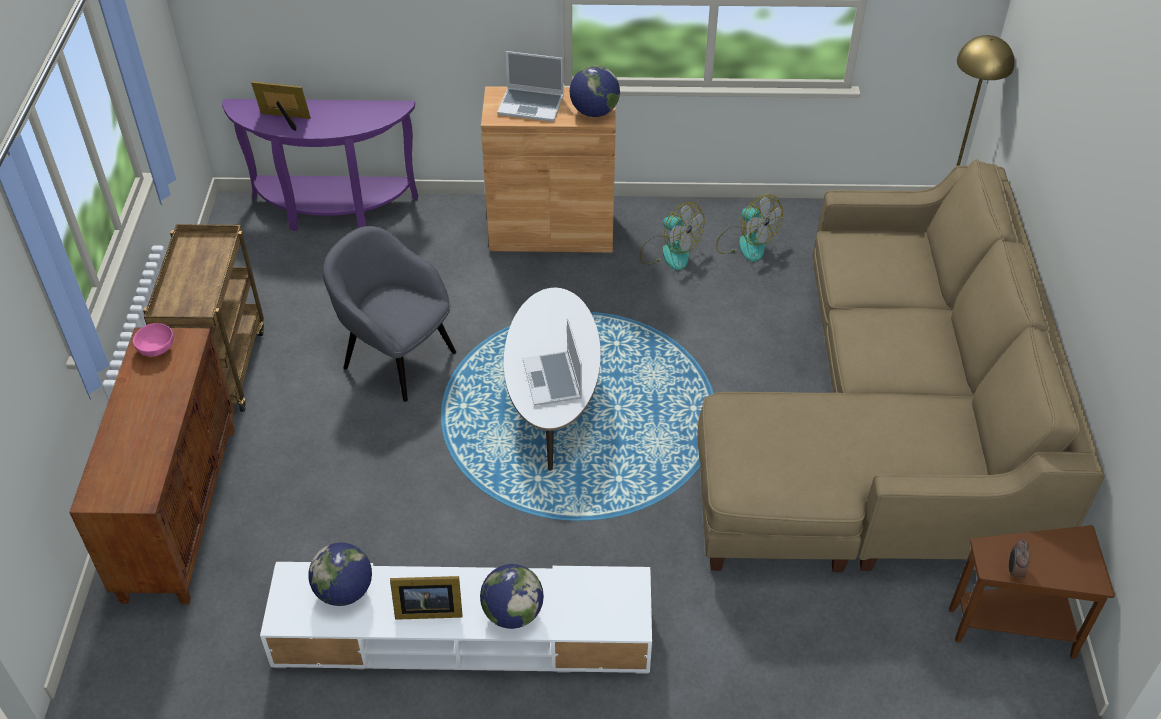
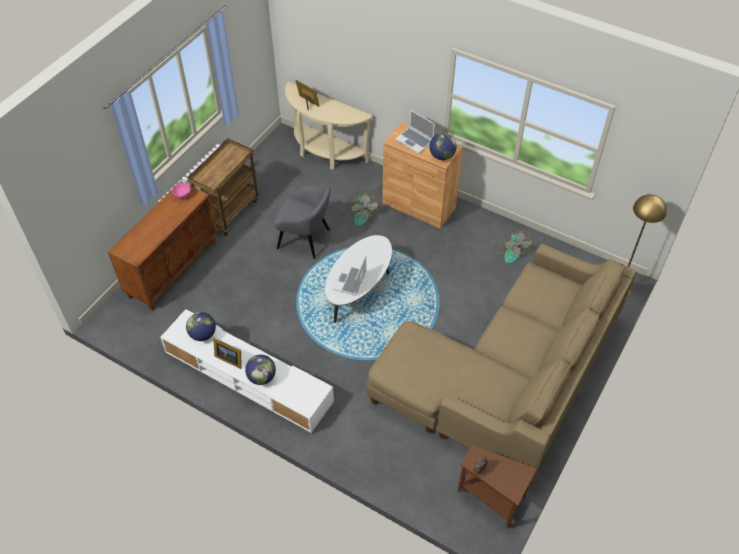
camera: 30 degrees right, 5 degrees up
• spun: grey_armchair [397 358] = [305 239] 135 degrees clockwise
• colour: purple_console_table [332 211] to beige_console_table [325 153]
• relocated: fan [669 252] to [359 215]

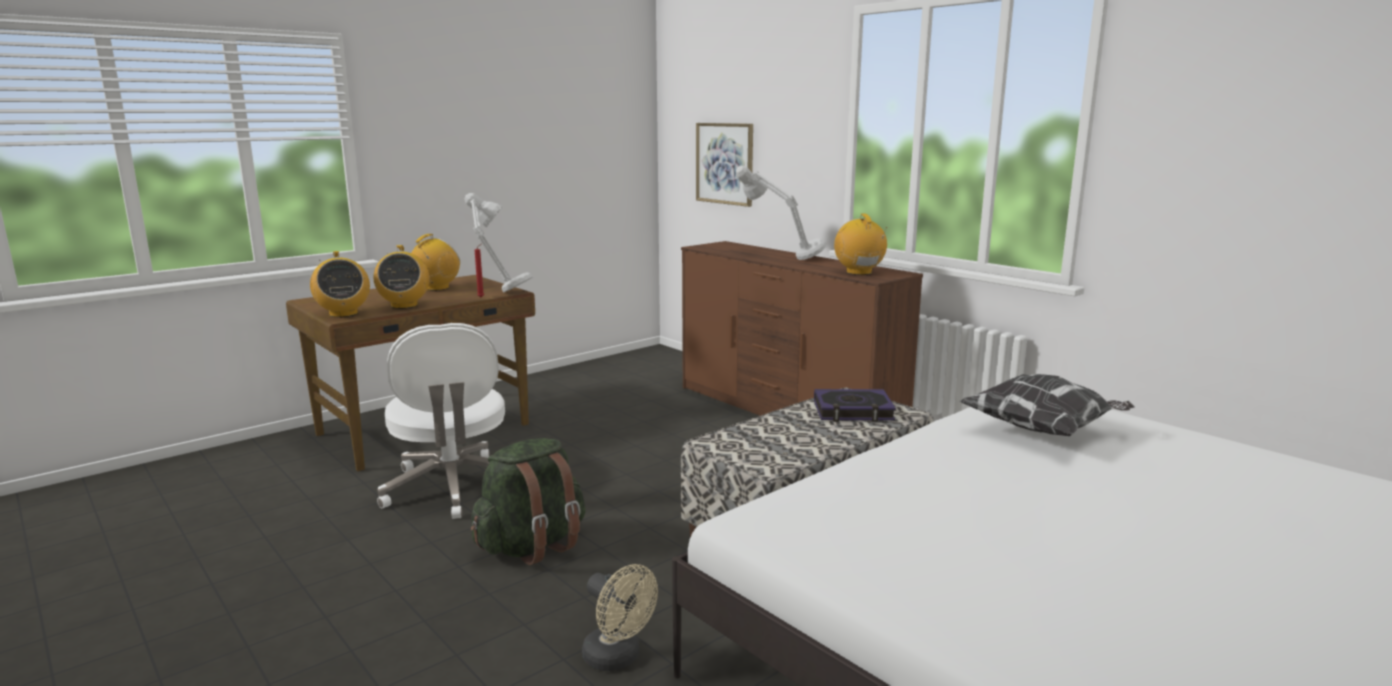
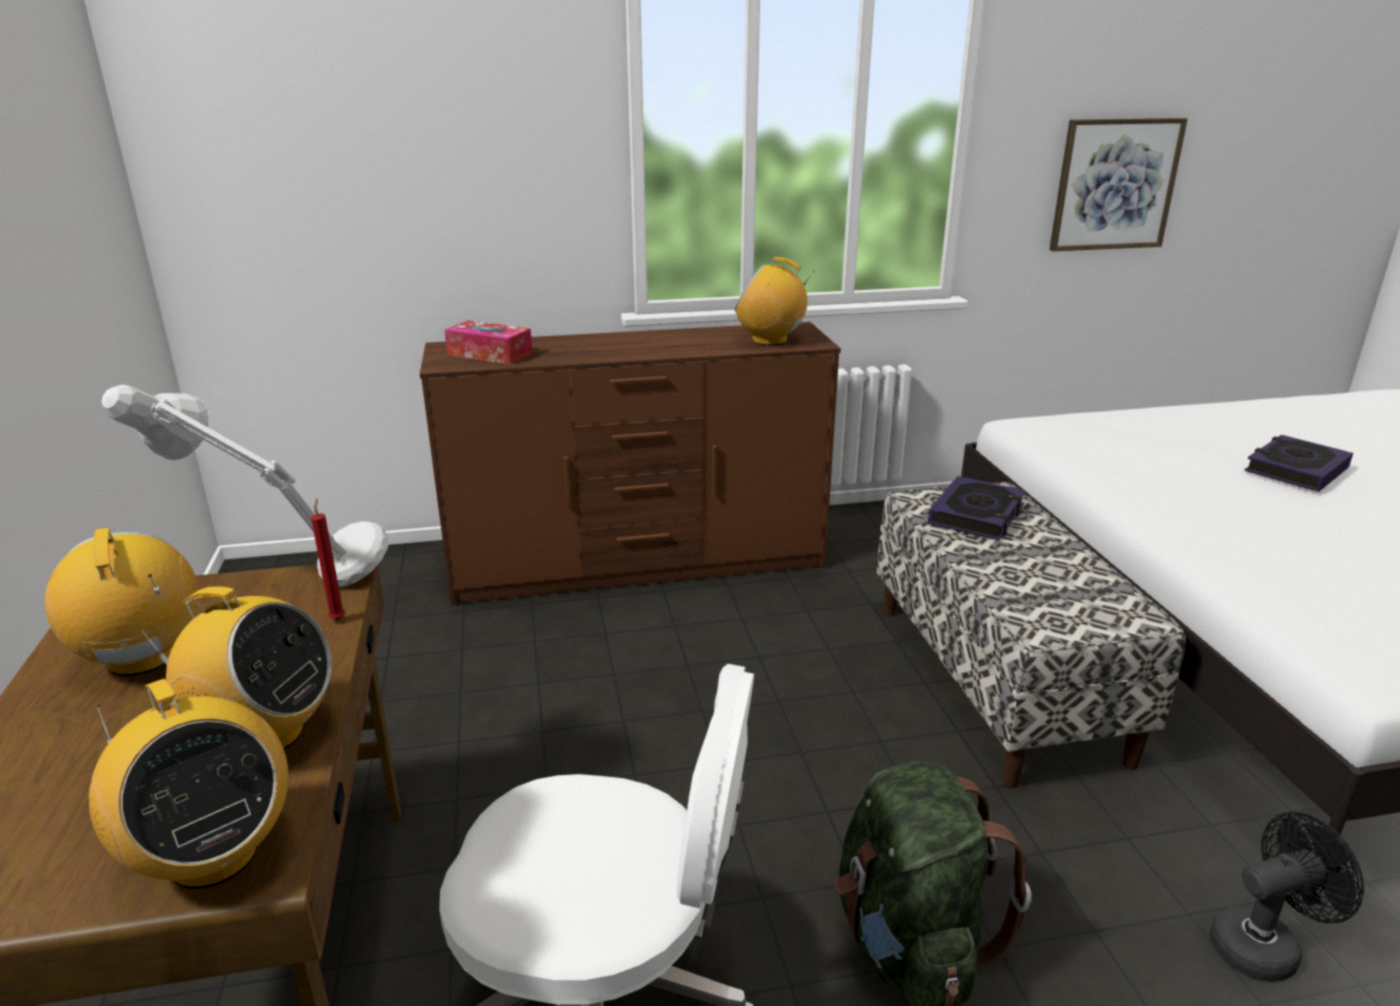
camera: 60 degrees left, 10 degrees up
• spun: radio [343 314] = [212 856] 45 degrees clockwise
• appeared: tissue_box [490 354]
• relocated: picture [725 163] to [1115 185]
• colour: beige_fan [618 658] to black_fan [1263 945]
• appeared: book [1295 470]
• missing: grey_table_lamp [780 258]
• missing: pillow [1043 430]

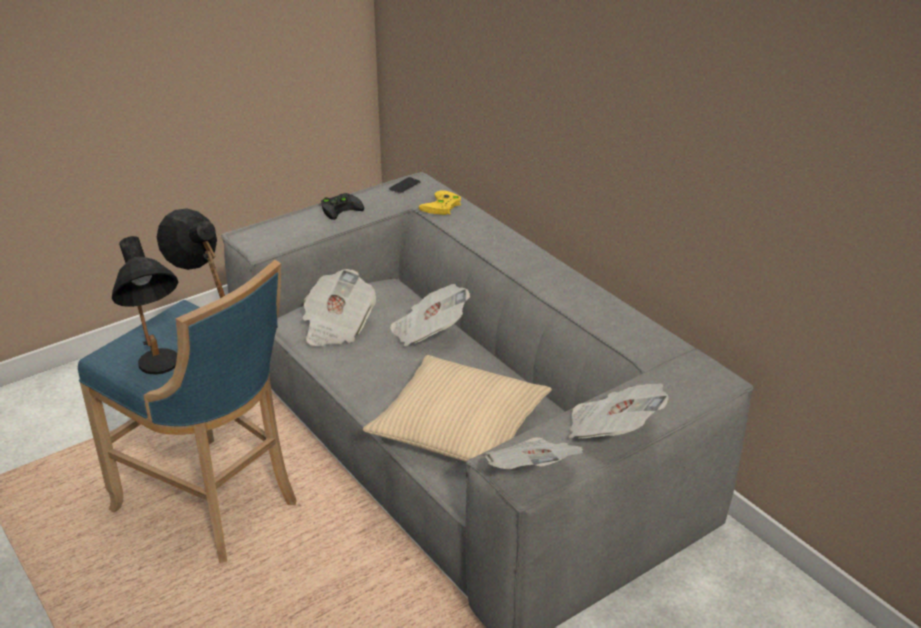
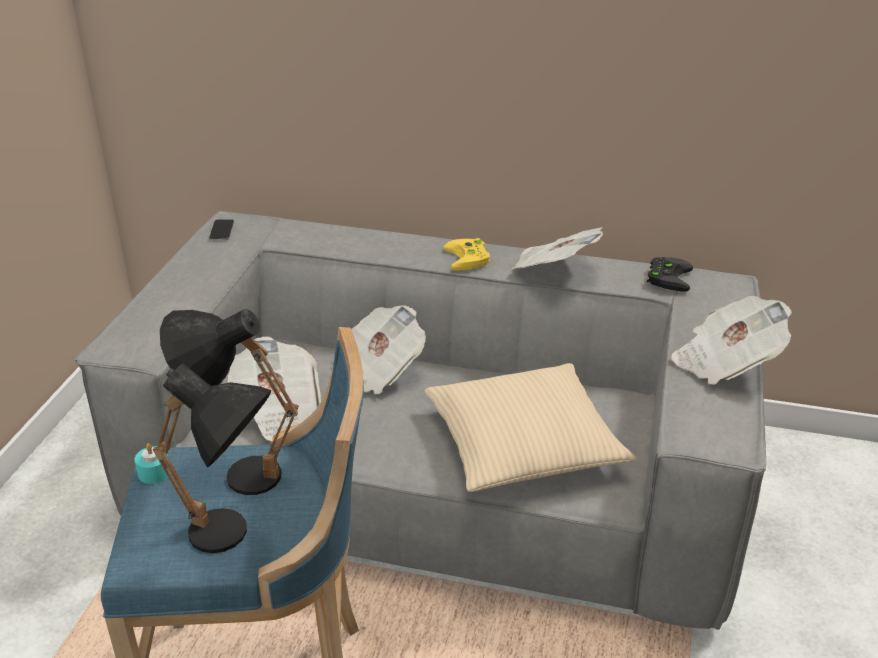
camera: 40 degrees left, 0 degrees up
• appeared: turquoise_candle [154 472]
• relocated: yellow_game_controller [442 207] to [469 258]
• relocated: newspaper [532 473] to [554 269]
• relocated: black_game_controller [341 208] to [667 276]

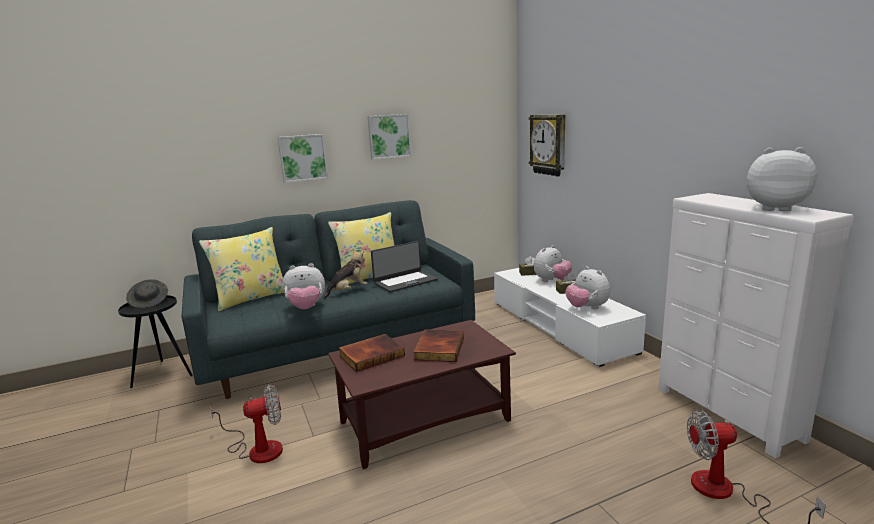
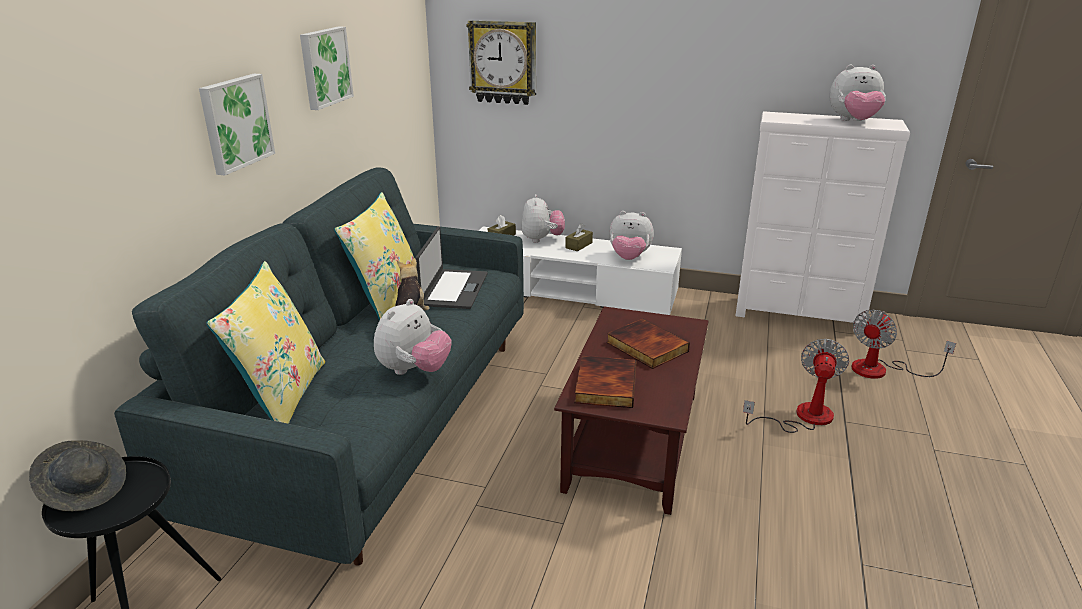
camera: 50 degrees left, 10 degrees up
• relocated: fan [257 449] to [802 417]
• spun: plush_toy [774 208] = [853 121] 150 degrees counterclockwise

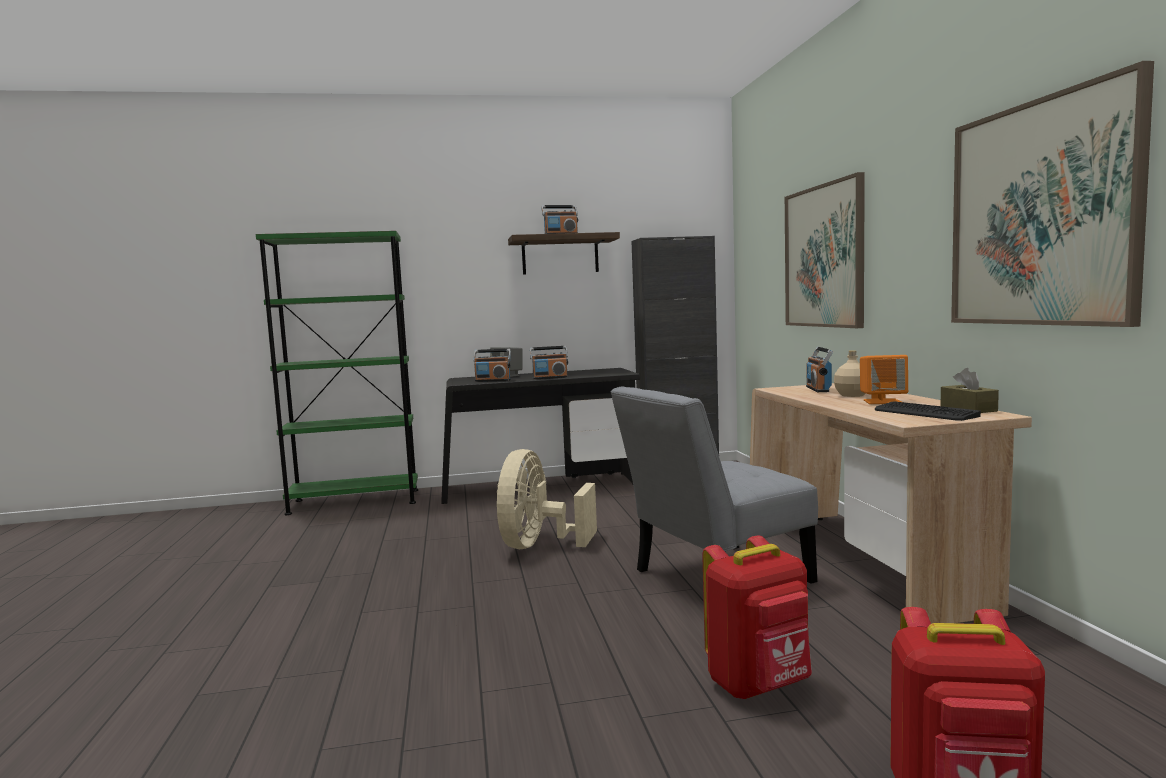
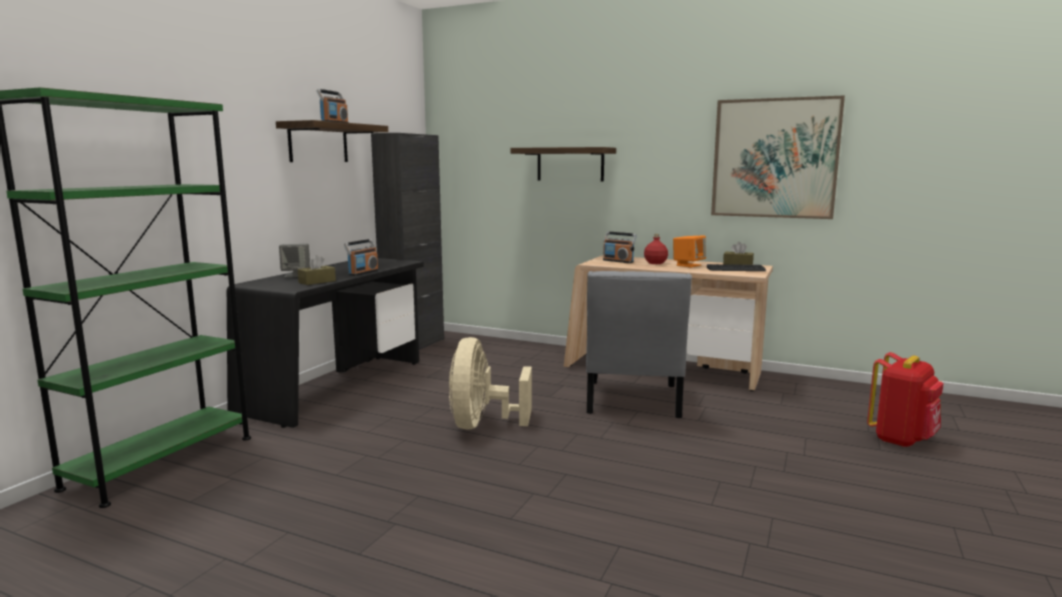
camera: 55 degrees left, 5 degrees up
• exchanged: radio [493 381] to brown_tissue_box [317 282]
• spun: beige_fan [538 545] = [482 424] 45 degrees clockwise
• exchanged: picture [824 256] to shelf [570 164]
• colour: beige_bottle [852 395] to red_bottle [655 263]
• missing: red_backpack [759 685]

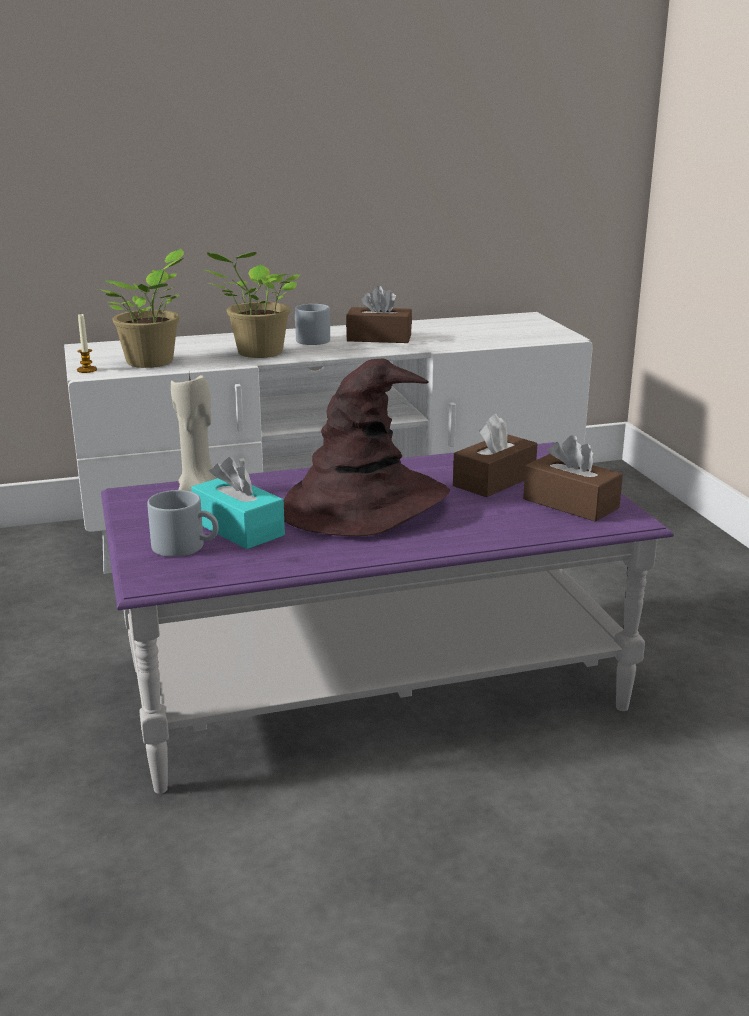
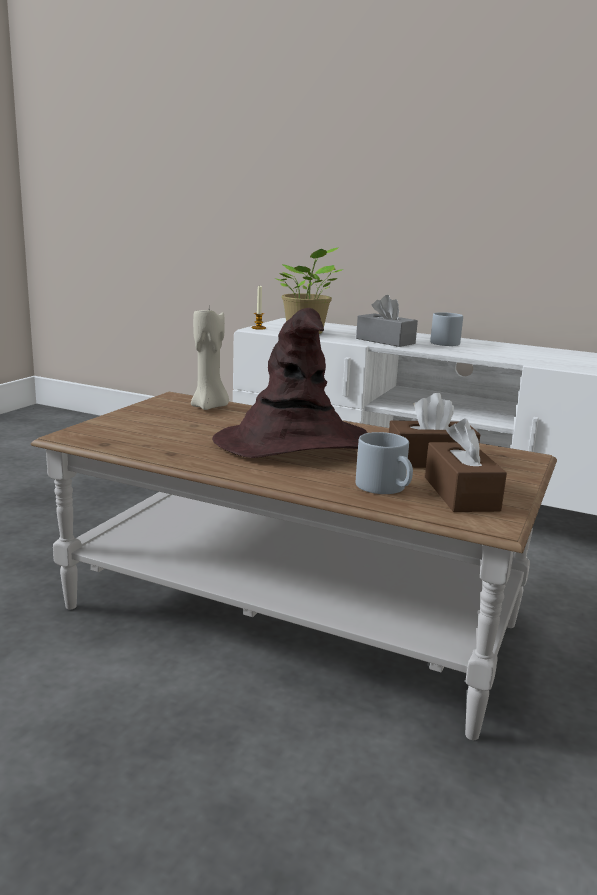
camera: 40 degrees right, 5 degrees down
• colour: purple_coffee_table [374 689] to brown_coffee_table [290 616]
• exchanged: potted_plant [257 353] to grey_tissue_box [385 341]
• relocated: grey_mug [186 546] to [386 488]
• missing: turquoise_tissue_box [238 528]
• missing: brown_tissue_box [379 338]

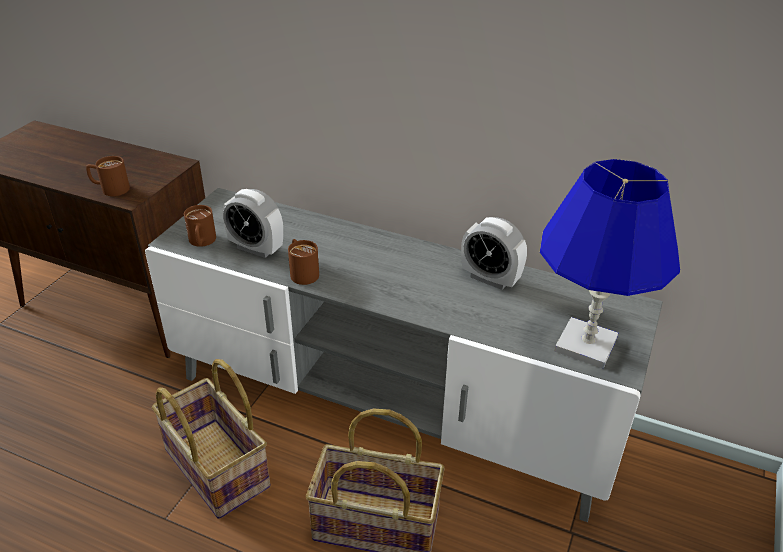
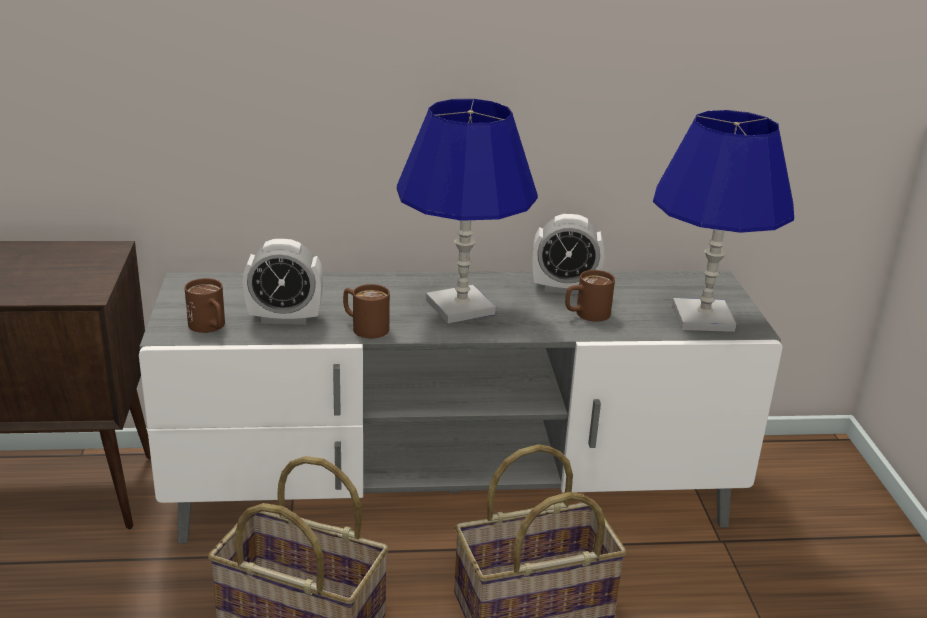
camera: 30 degrees left, 10 degrees down
• appeared: blue_table_lamp [461 307]
• relocated: brown_mug [110 189] to [586 314]

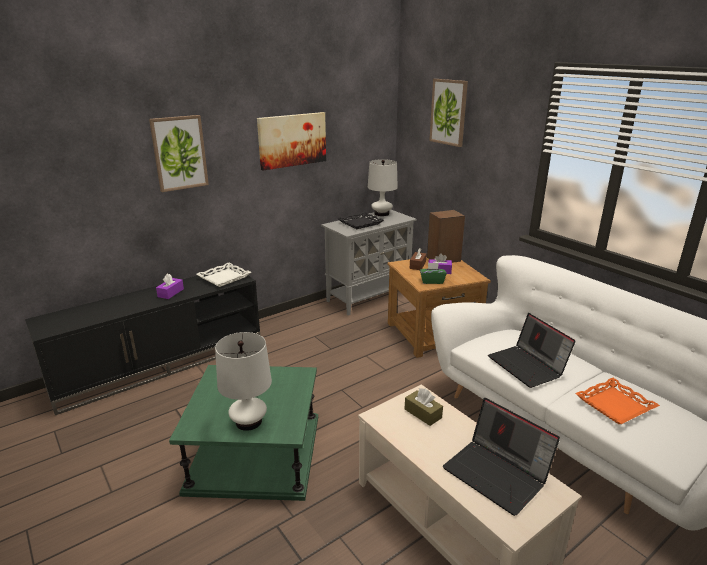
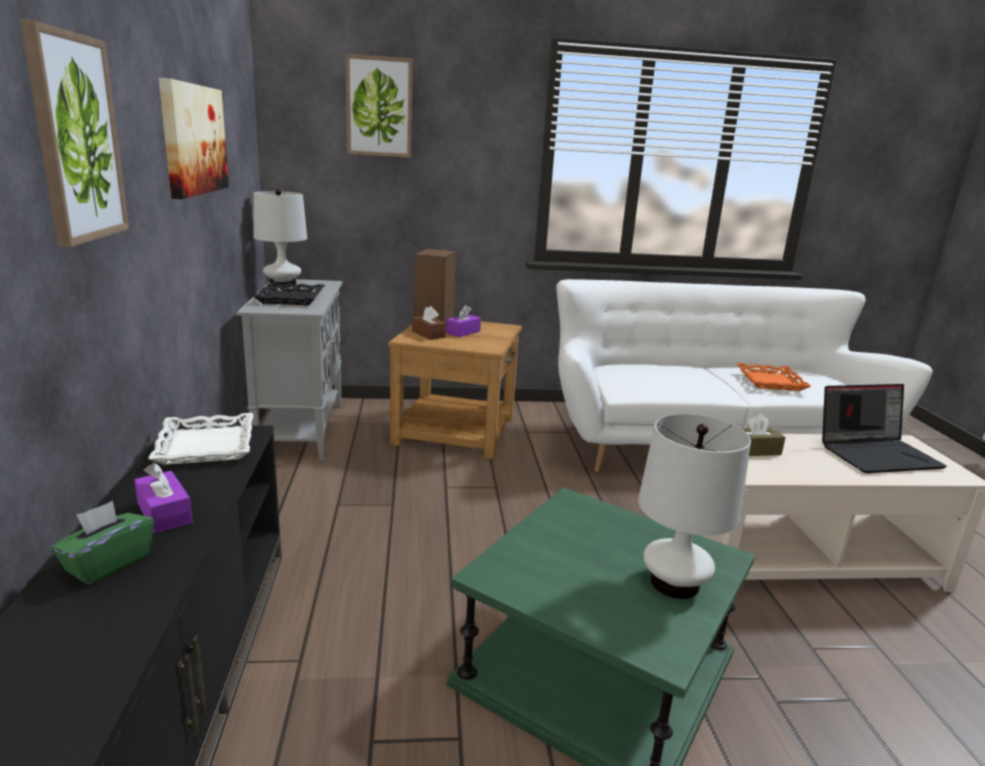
camera: 60 degrees left, 5 degrees down
• relocated: green_tissue_box [432 281] to [108 563]
• missing: laptop [528 366]

